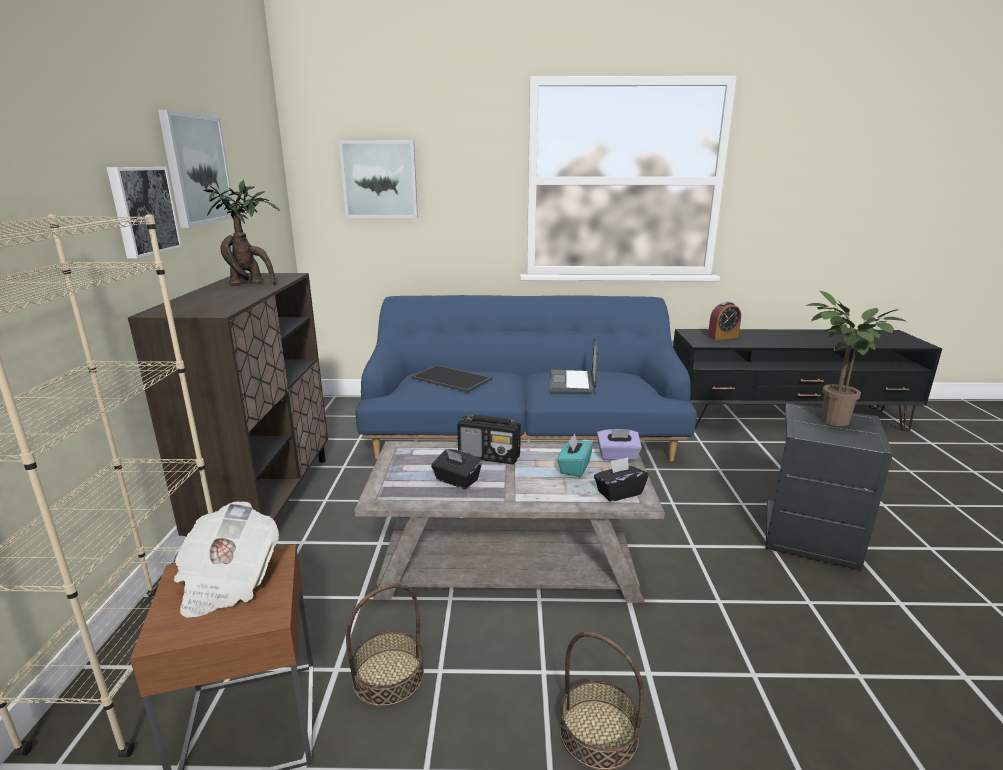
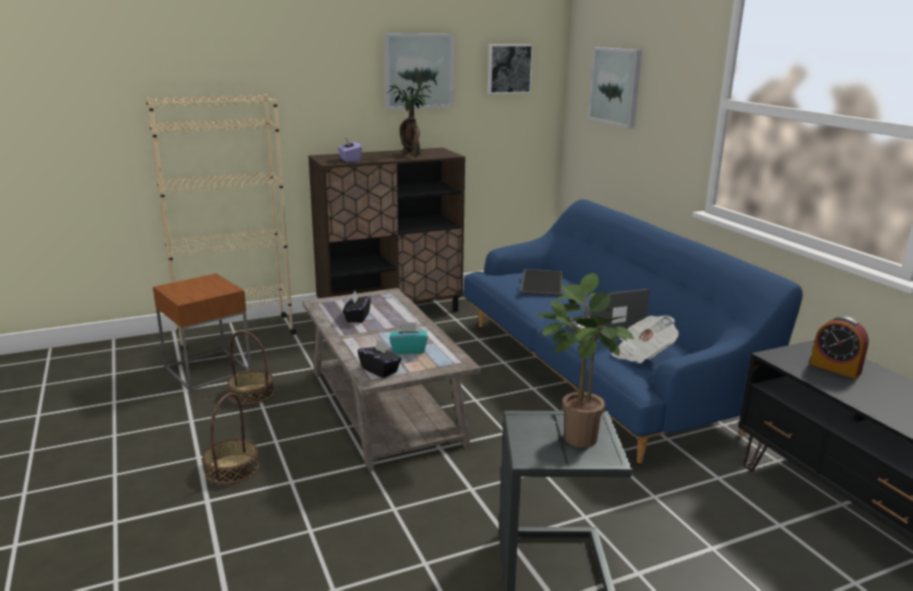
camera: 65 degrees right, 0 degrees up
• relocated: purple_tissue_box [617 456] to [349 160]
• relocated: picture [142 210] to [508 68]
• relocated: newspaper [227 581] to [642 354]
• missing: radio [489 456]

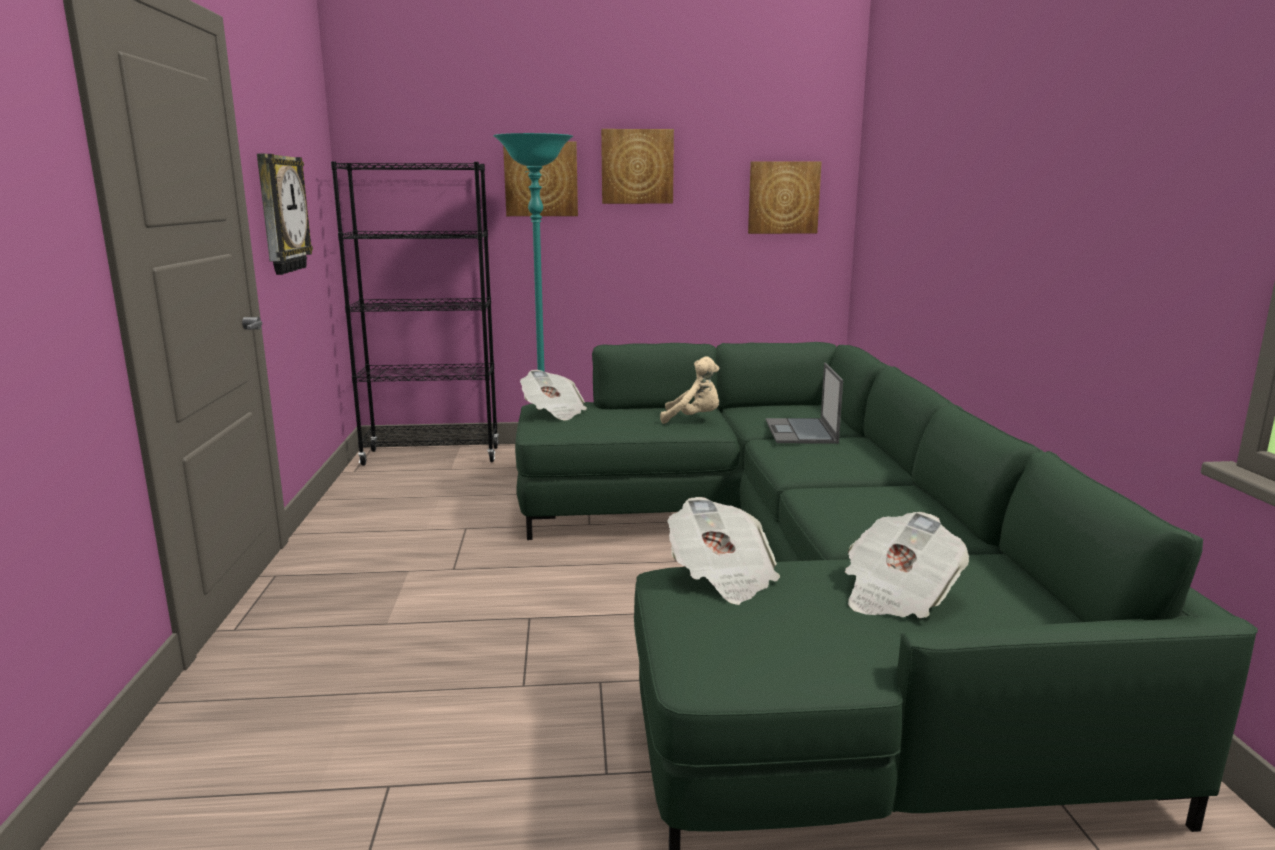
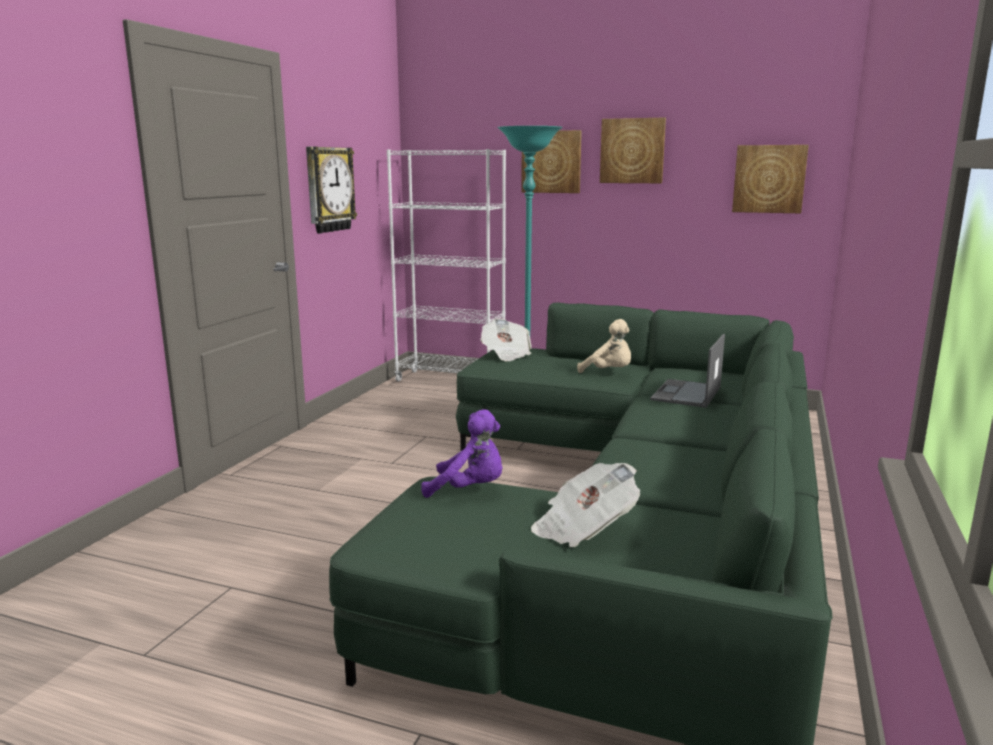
camera: 25 degrees right, 0 degrees up
• colour: black_bookcase [432 456] to white_bookcase [451 381]
• exchanged: newspaper [722 577] to purple_plush_toy [469 489]

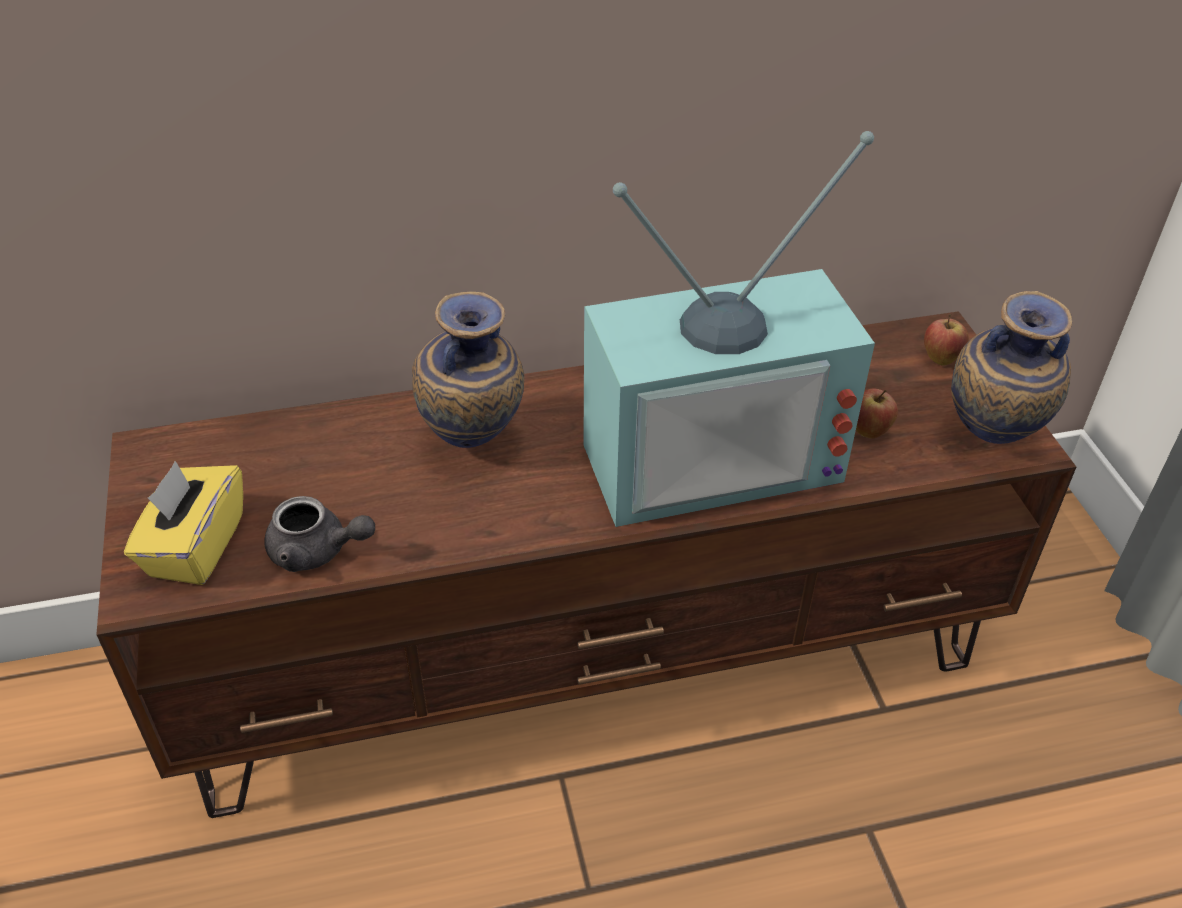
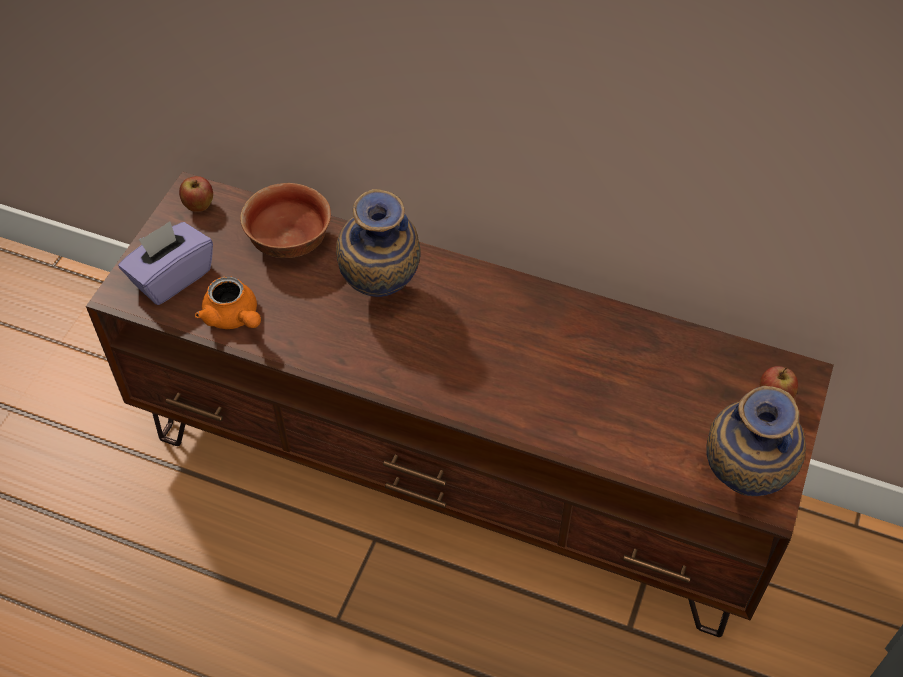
camera: 35 degrees right, 10 degrees up
• colour: yellow_tissue_box [195 547] to purple_tissue_box [171 277]
• relocated: apple [869 432] to [199 206]
• colour: grey_teapot [317 551] to orange_teapot [234 318]
• appeared: bowl [290 241]
• missing: television [711 453]

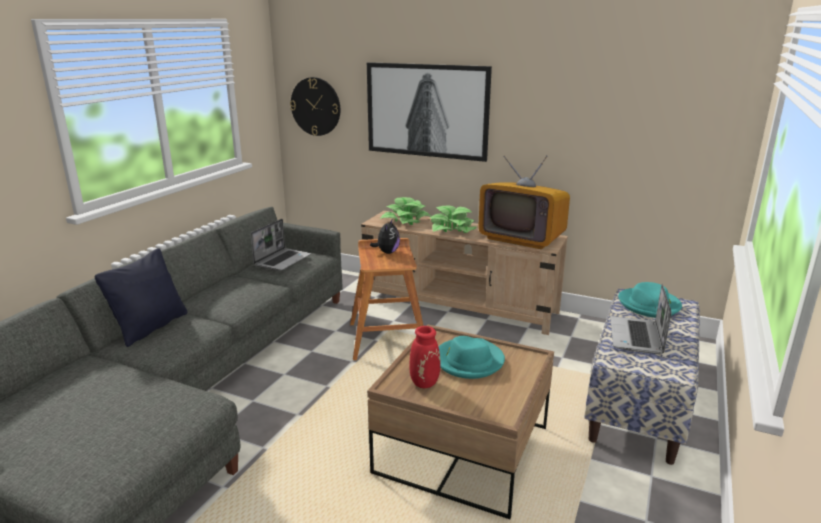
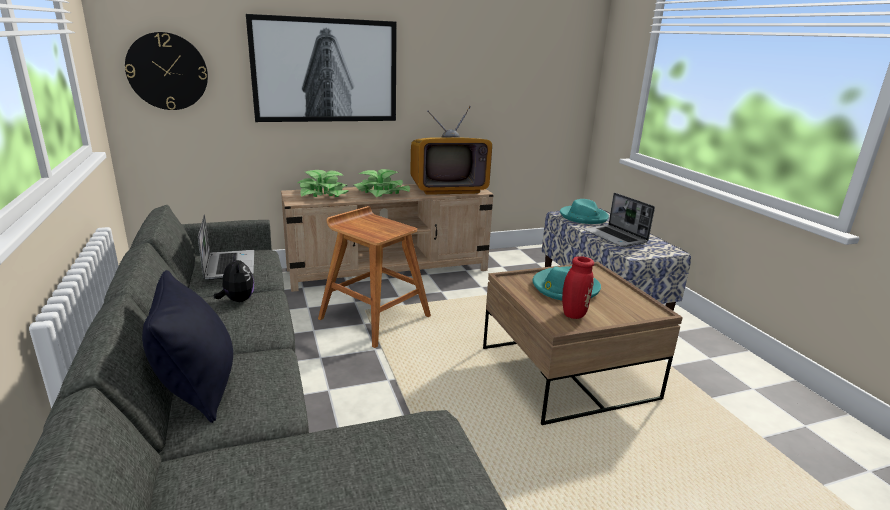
camera: 45 degrees left, 0 degrees up
• relocated: plush_toy [387 252] to [237 300]

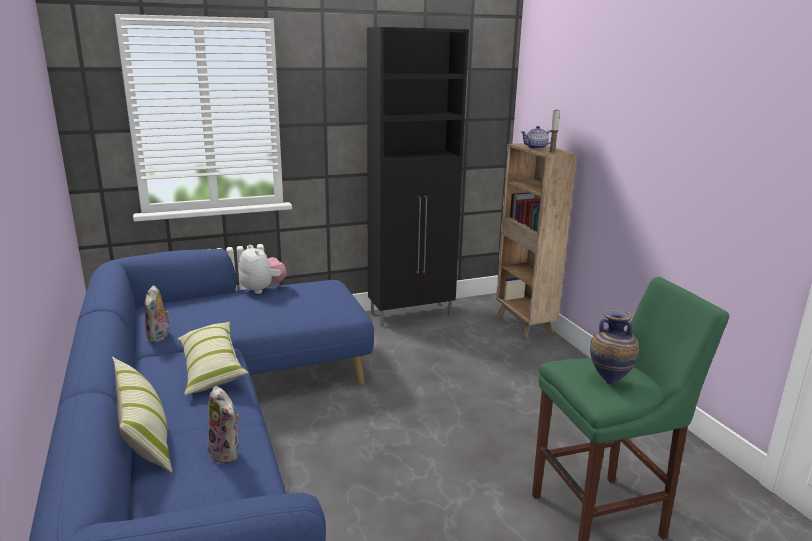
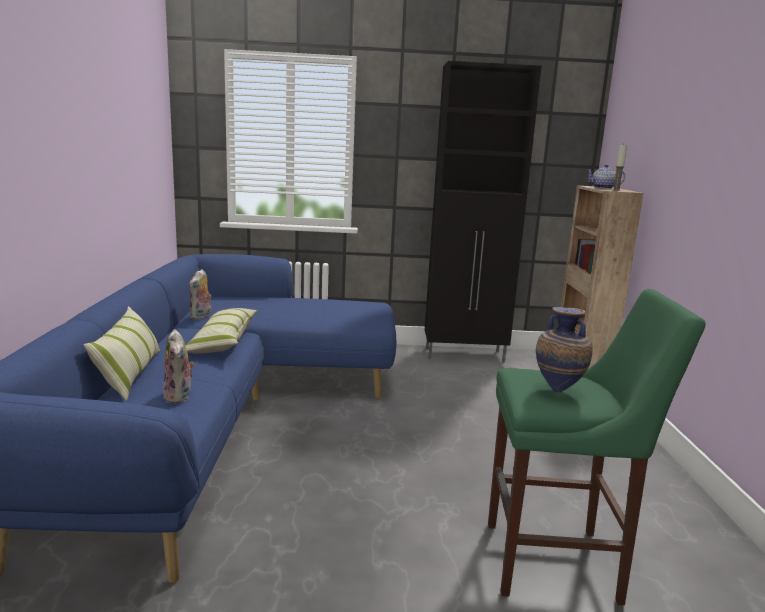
camera: 20 degrees right, 5 degrees down
• missing: plush_toy [262 289]

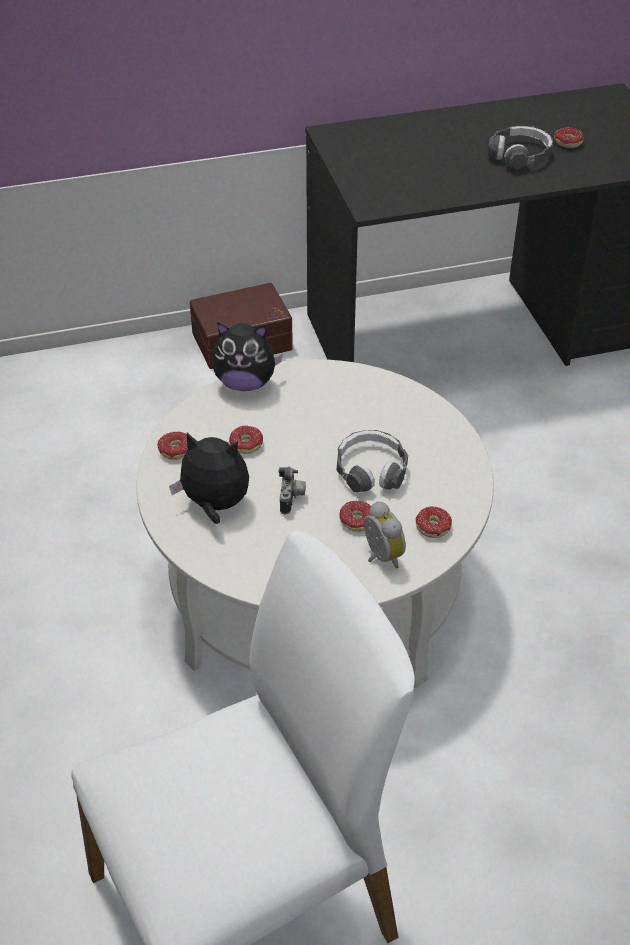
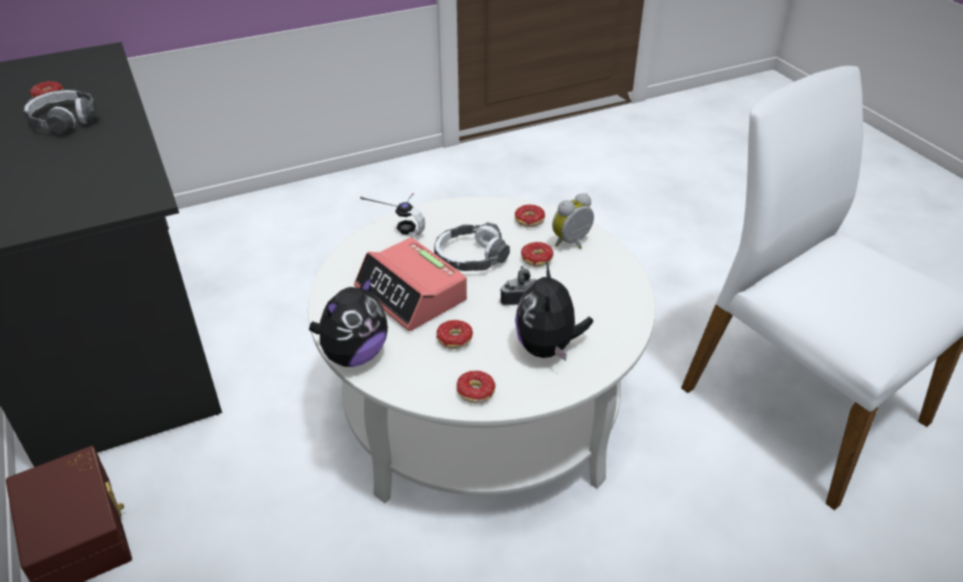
camera: 100 degrees left, 5 degrees down
• spun: plush_toy [245 383] = [354 355] 45 degrees clockwise
• appeared: alarm_clock [411 294]
• appeared: headphones [400 224]

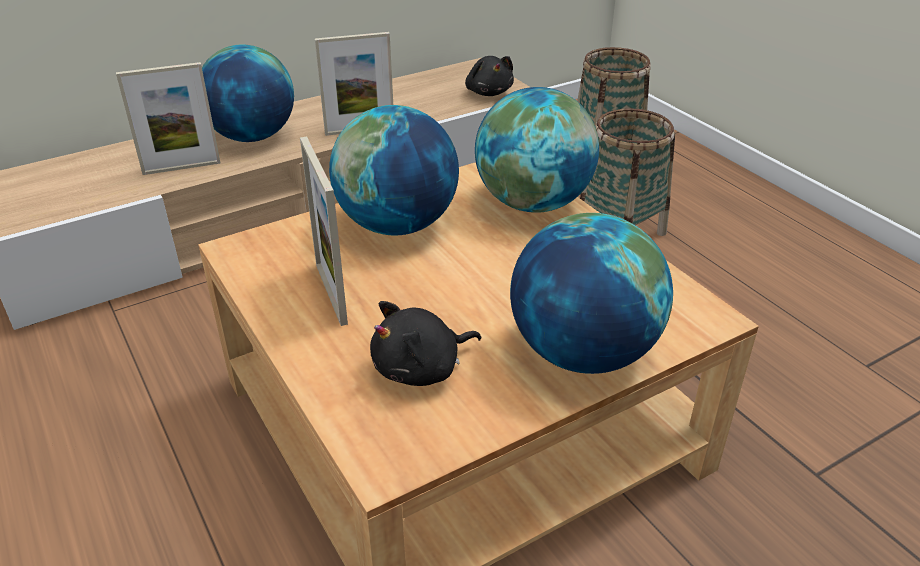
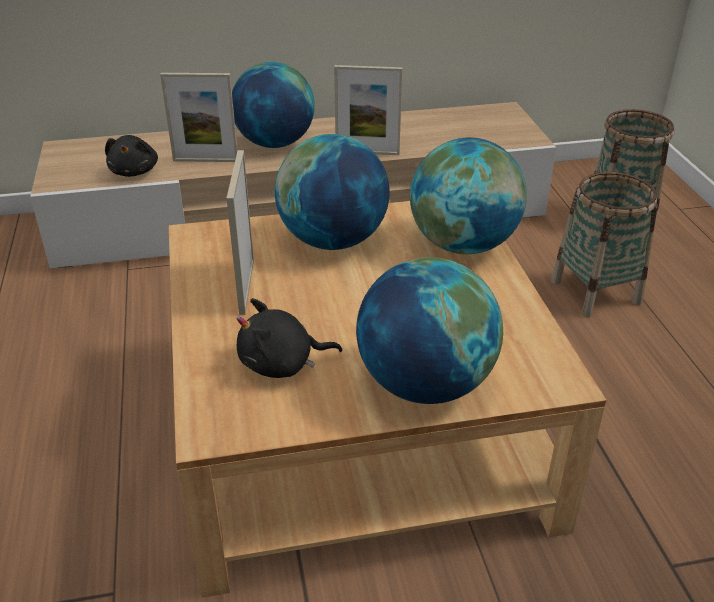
camera: 20 degrees right, 0 degrees up
• relocated: black_plush_toy [488 92] to [135 171]

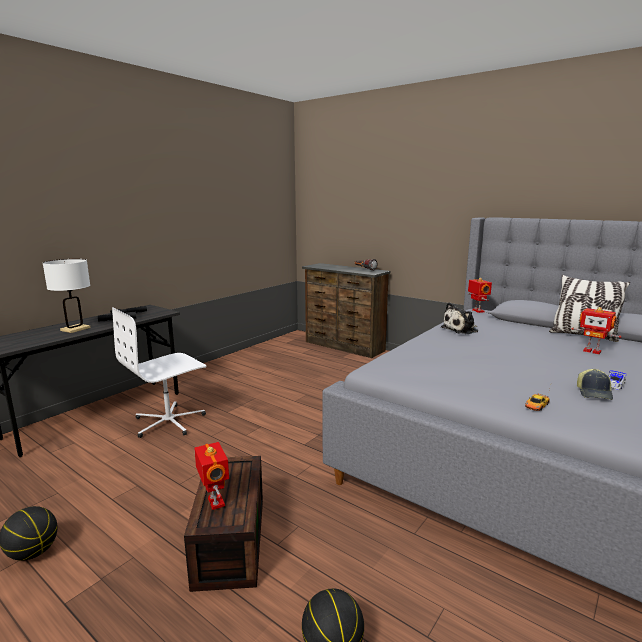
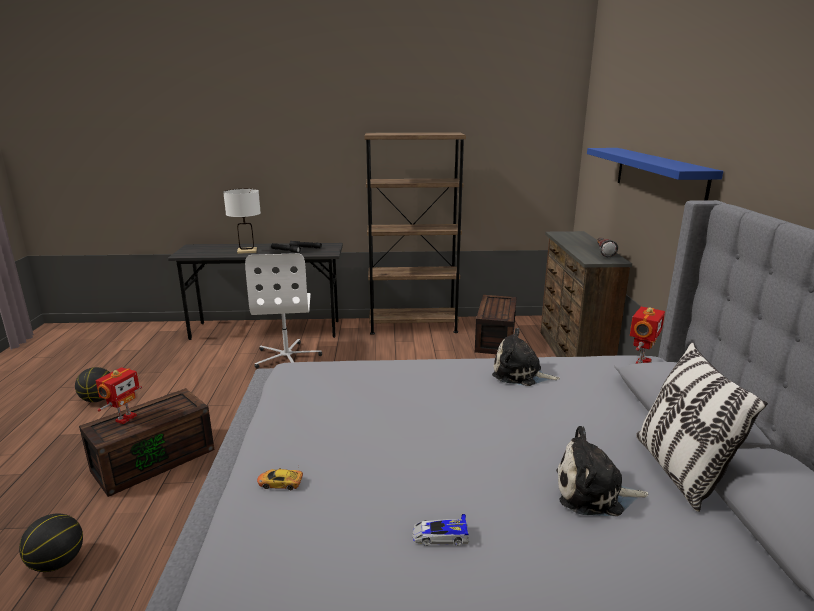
camera: 50 degrees right, 5 degrees up
• spun: white_office_chair [169 422] = [287 357] 105 degrees counterclockwise
• appeared: brown_bookcase [413 326]
• appeared: brown_storage_box [494 338]
• exchanged: toy_robot [592 351] to plush_toy [594 493]
• appeared: blue_shelf [658 176]
• missing: cap [594 393]

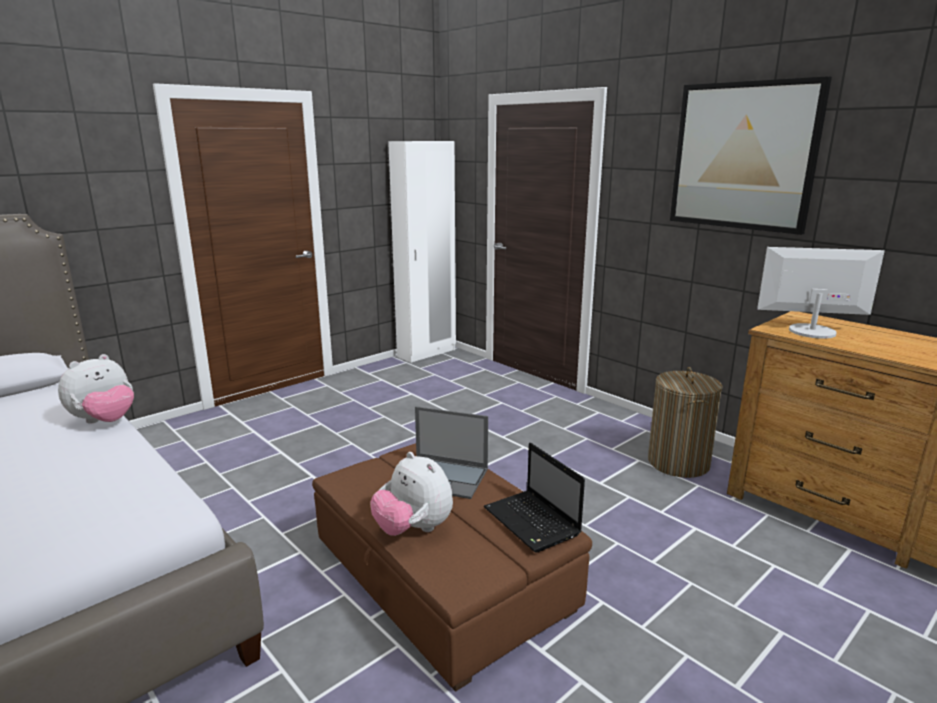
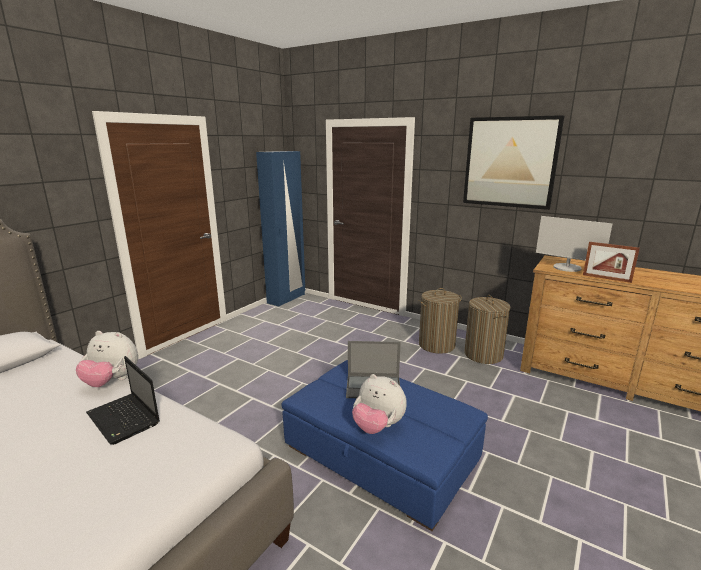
camera: 15 degrees left, 0 degrees up
• spun: plush_toy [104 421] = [112 381] 75 degrees clockwise
• relocated: laptop [533 522] to [124 419]
• colour: white_wardrobe [427 353] to blue_wardrobe [286 298]
• colour: brown_ottoman [441 575] to blue_ottoman [380 454]
• appeared: laundry_basket [436 345]
• spun: monitor [811 331] = [567 268] 135 degrees counterclockwise
• appeared: picture_frame [606 278]

